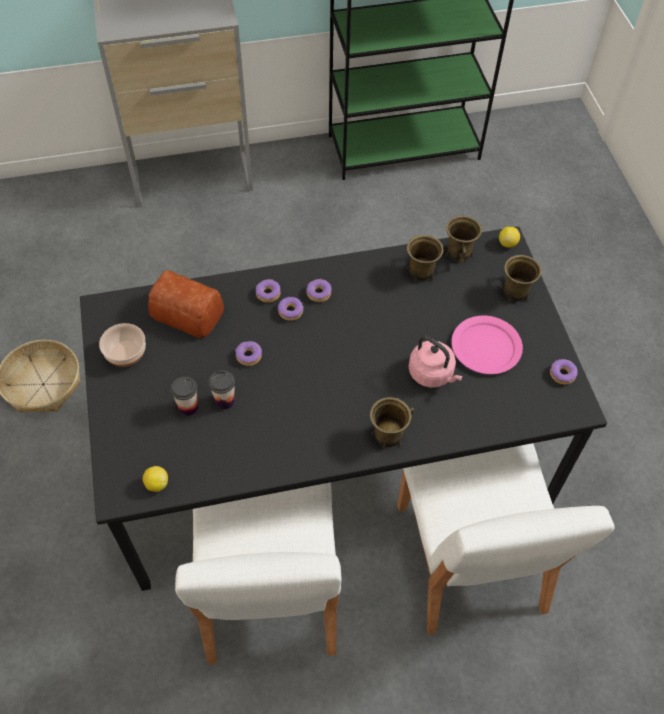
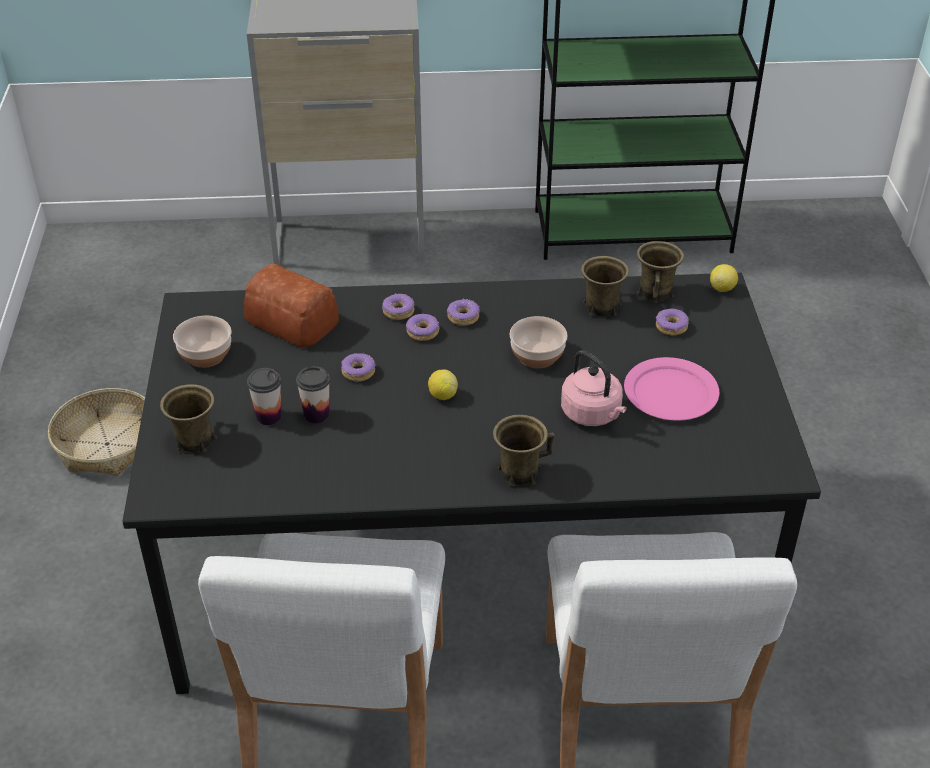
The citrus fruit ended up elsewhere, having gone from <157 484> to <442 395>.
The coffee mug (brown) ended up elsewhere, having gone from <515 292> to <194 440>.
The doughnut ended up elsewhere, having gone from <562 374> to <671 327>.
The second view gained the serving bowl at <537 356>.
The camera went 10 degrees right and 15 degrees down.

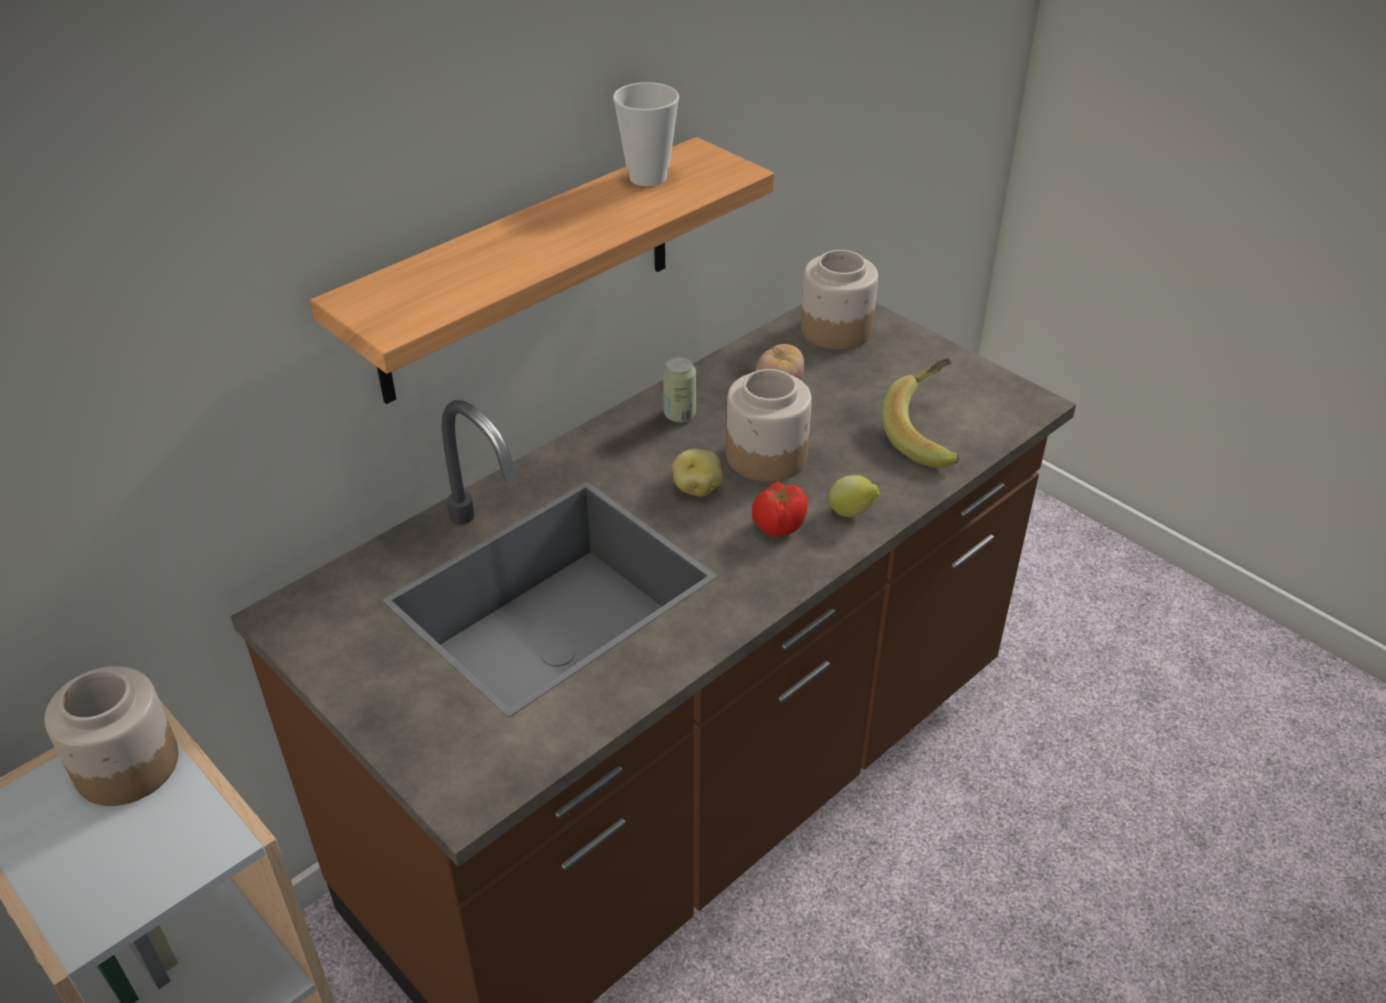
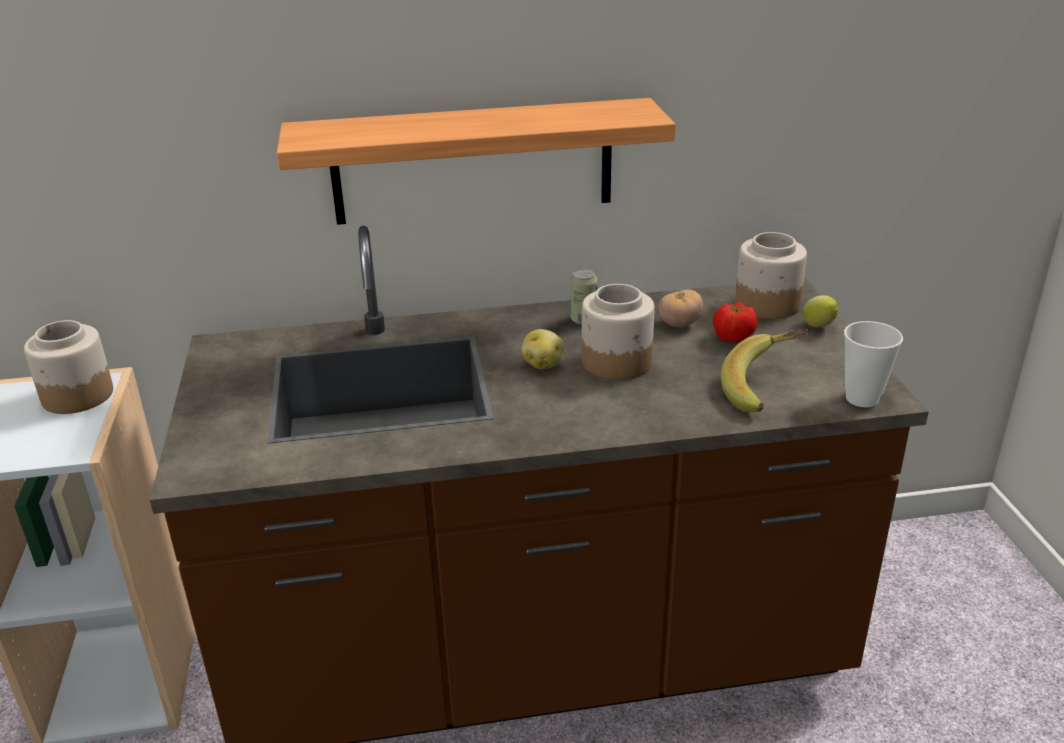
The cup ended up elsewhere, having gone from <648 177> to <862 398>.
The whole tomato ended up elsewhere, having gone from <778 526> to <733 338>.
The citrus fruit ended up elsewhere, having gone from <852 513> to <819 327>.
The camera went 35 degrees right and 10 degrees down.

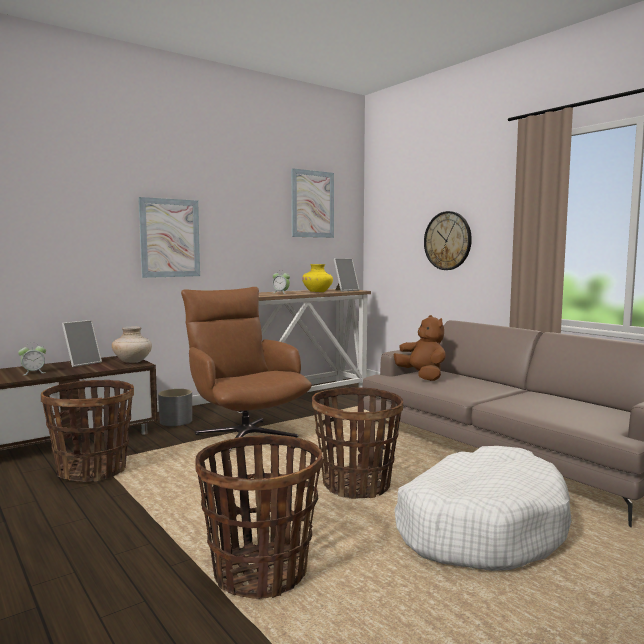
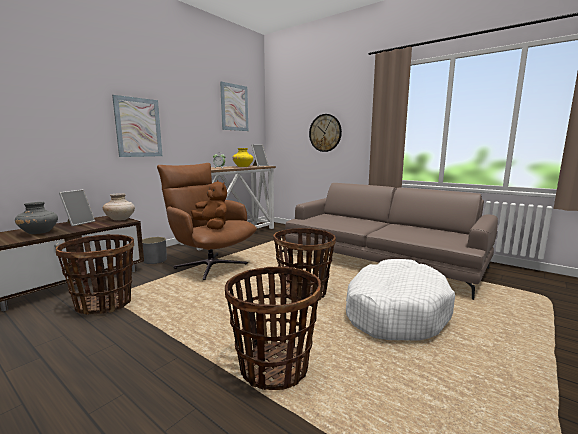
Where the bedside clock stood at <33 373>, the vase (gray) came to stand at <39 233>.
The soft toy (brown) ended up elsewhere, having gone from <422 377> to <212 226>.
The camera went 15 degrees left and 5 degrees up.

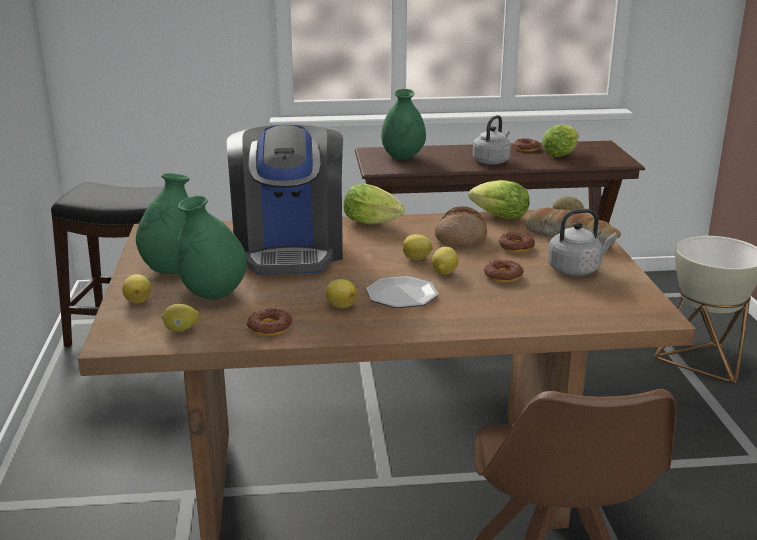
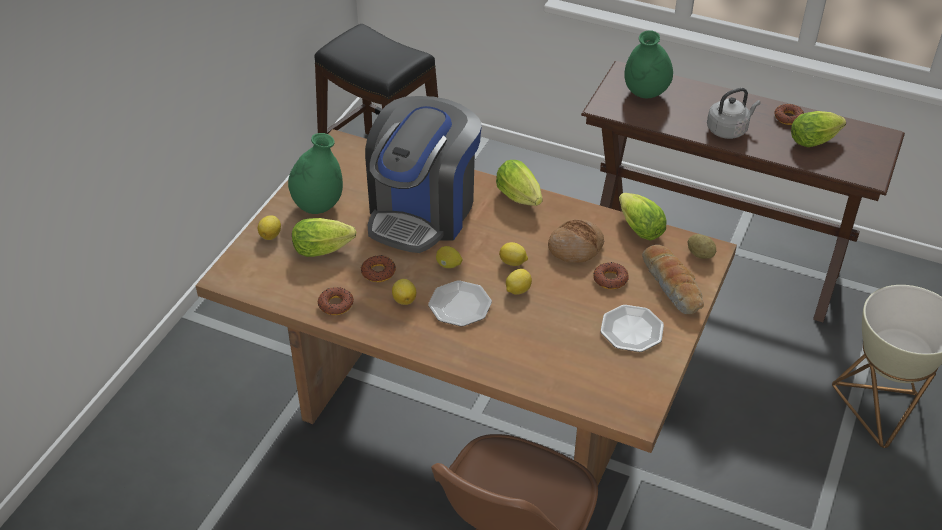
The citrus fruit ended up elsewhere, having gone from <181 330> to <448 265>.
Where the vase (greenish) stood at <214 295>, the lettuce came to stand at <326 249>.
The doughnut ended up elsewhere, having gone from <503 276> to <378 272>.
Where the kettle (gray) stood at <576 269>, the plate came to stand at <632 330>.
The camera went 30 degrees right and 20 degrees up.

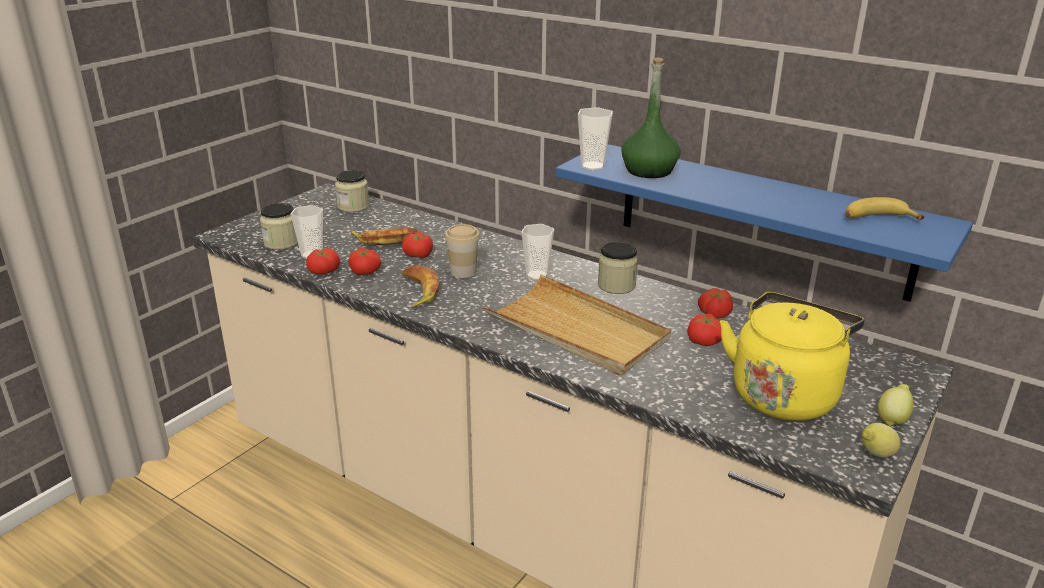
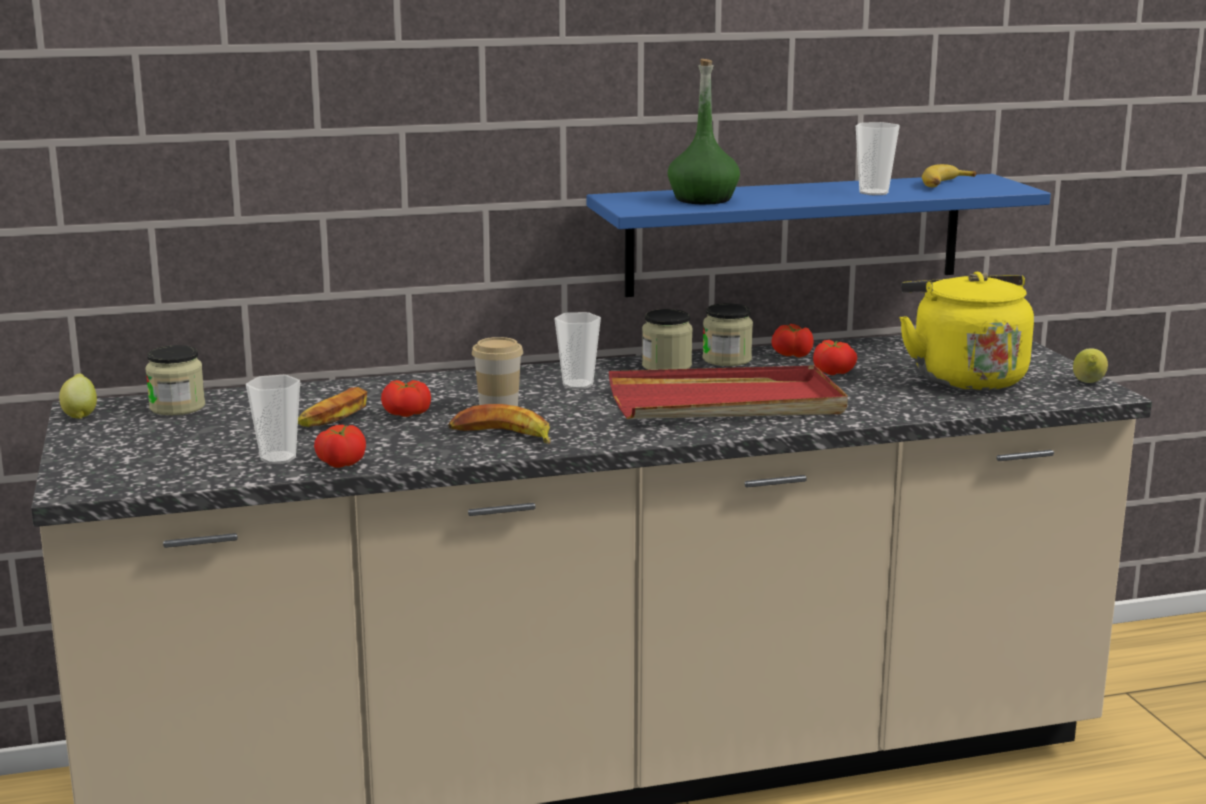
The preserve jar ended up elsewhere, having gone from <281 243> to <727 359>.
The second view lost the whole tomato at <365 271>.
What was the tray (sand-coloured) at <577 330> turned into the tray (reddish) at <727 403>.
The cup ended up elsewhere, having gone from <592 166> to <873 192>.
The citrus fruit ended up elsewhere, having gone from <892 419> to <80 415>.
The camera went 50 degrees left and 10 degrees down.

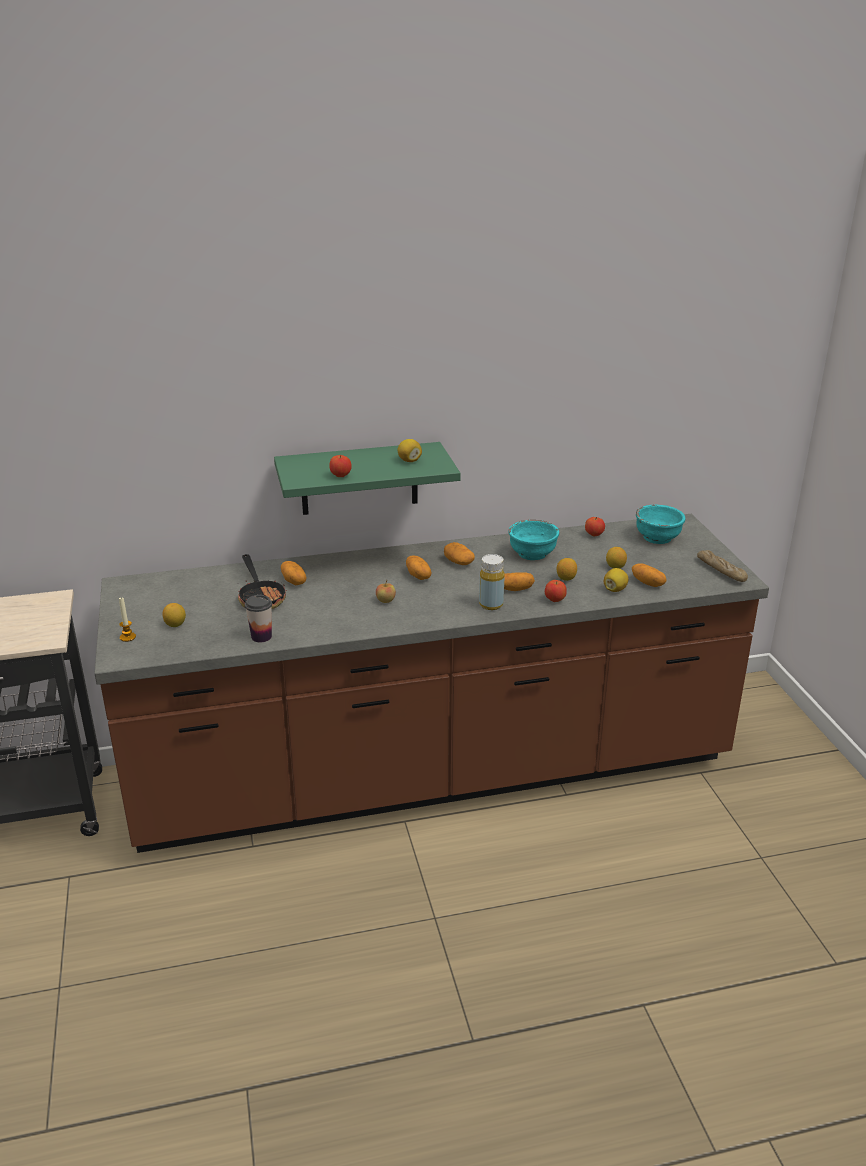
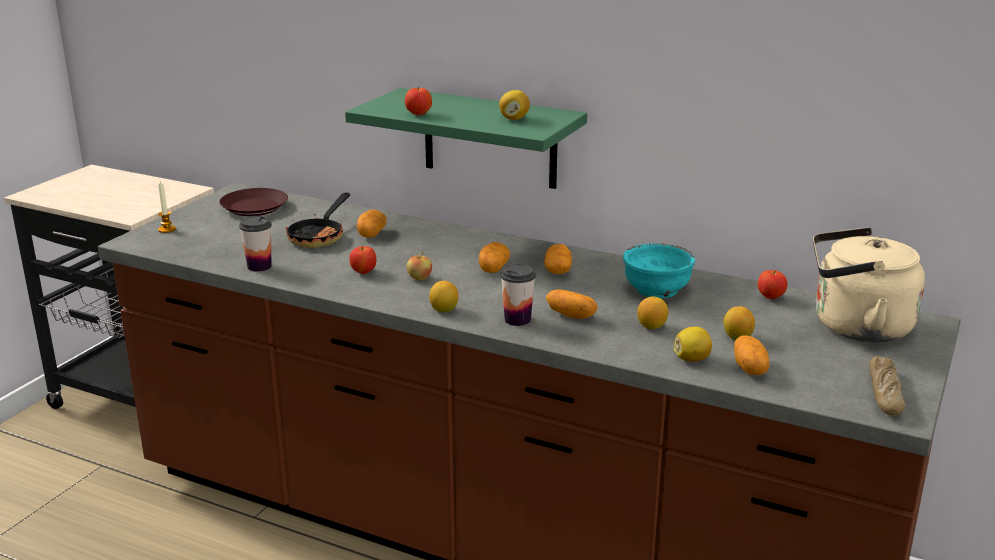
The citrus fruit ended up elsewhere, having gone from <175 625> to <444 310>.
Where the beverage bottle (yellow) stood at <491 604>, the cup came to stand at <517 320>.
The apple fruit ended up elsewhere, having gone from <555 600> to <363 272>.
Where the serving bowl (turquoise-coloured) stood at <657 537>, the kettle (sand-coloured) came to stand at <855 327>.
The second view gained the plate (brown) at <254 207>.
The camera went 40 degrees right and 5 degrees down.

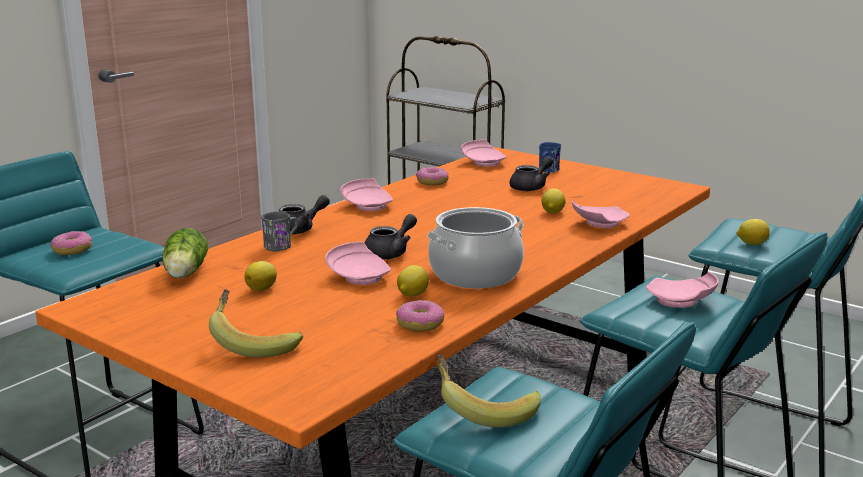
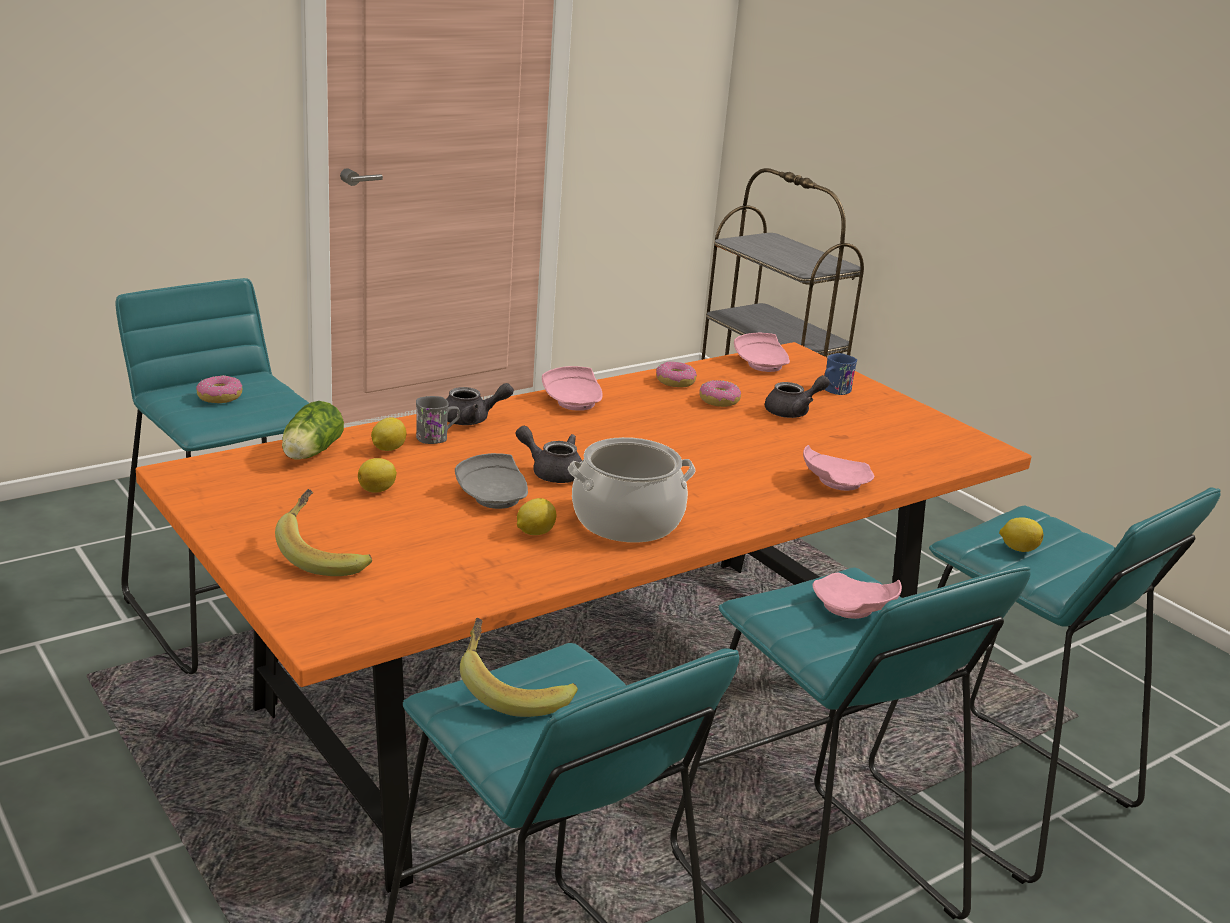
What was the plate (pinkish) at <360 276> turned into the plate (gray) at <494 496>.
The pot for tea (gray) at <390 253> ended up facing another way, 120 degrees counterclockwise from before.
The doughnut ended up elsewhere, having gone from <420 324> to <719 401>.
The citrus fruit ended up elsewhere, having gone from <552 212> to <387 449>.
The camera went 15 degrees right and 5 degrees up.

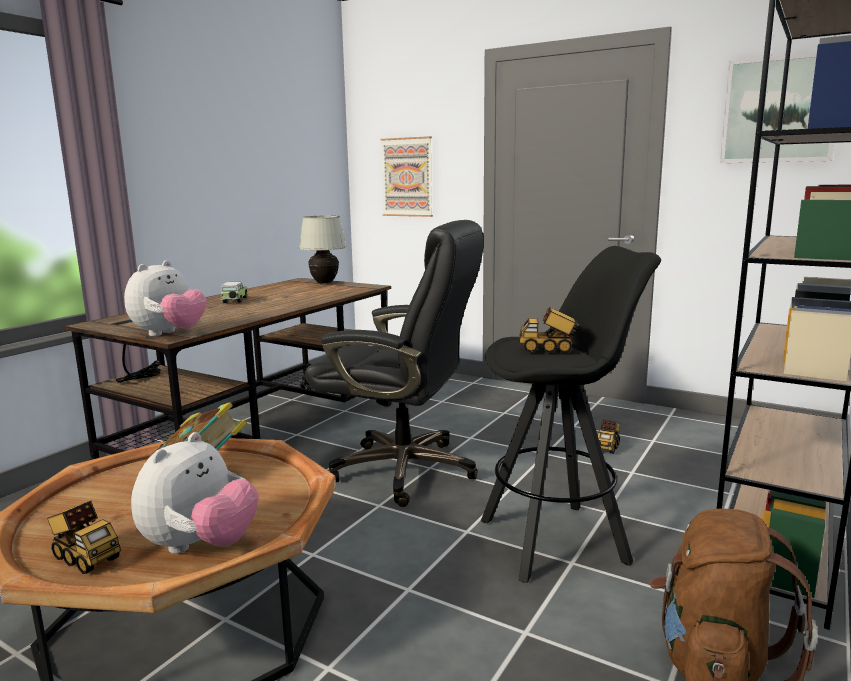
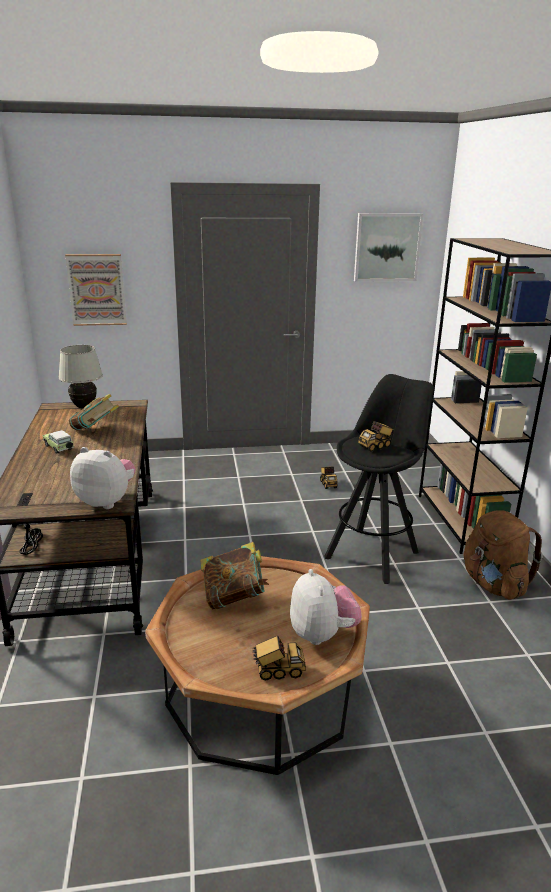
The soft toy at <169 334> ended up facing another way, 60 degrees counterclockwise from before.
The second view lost the office chair (black-coloured) at <400 470>.
The second view gained the volume at <95 431>.
The camera went 40 degrees left and 10 degrees up.

